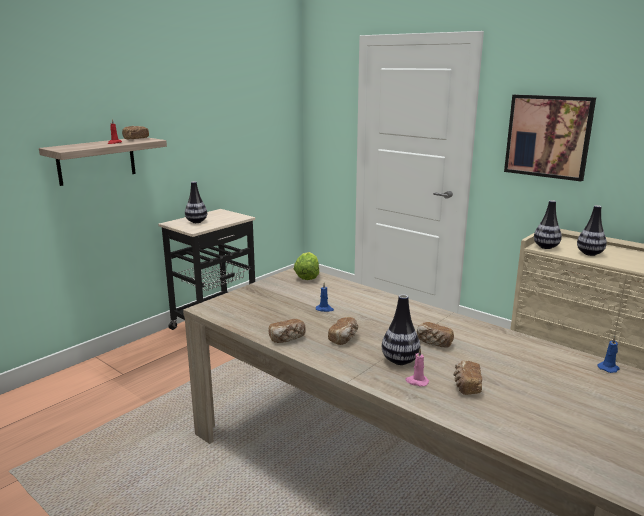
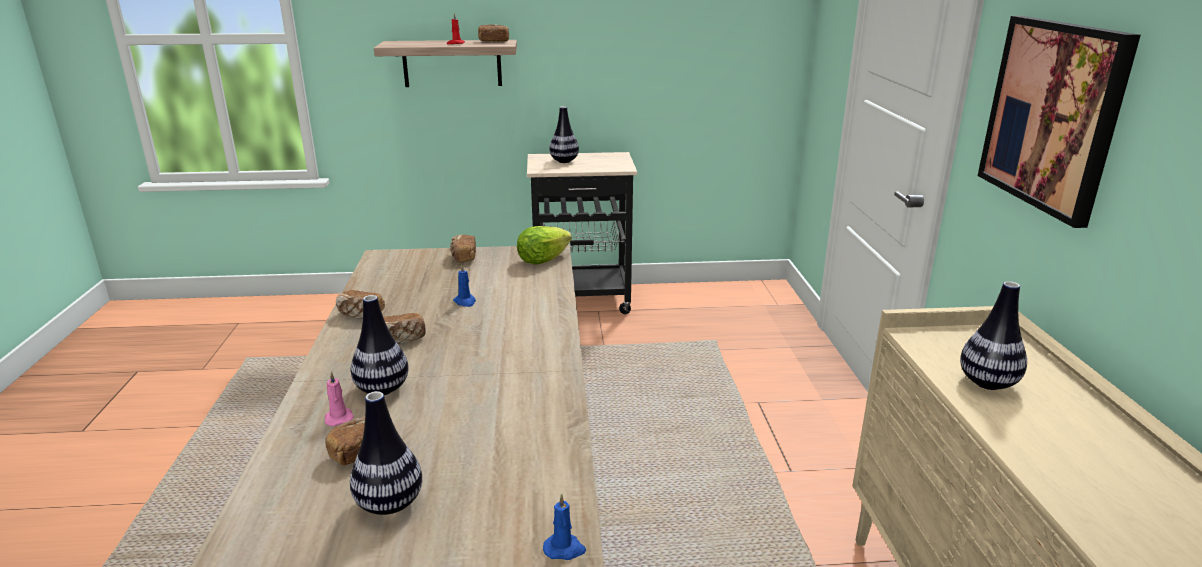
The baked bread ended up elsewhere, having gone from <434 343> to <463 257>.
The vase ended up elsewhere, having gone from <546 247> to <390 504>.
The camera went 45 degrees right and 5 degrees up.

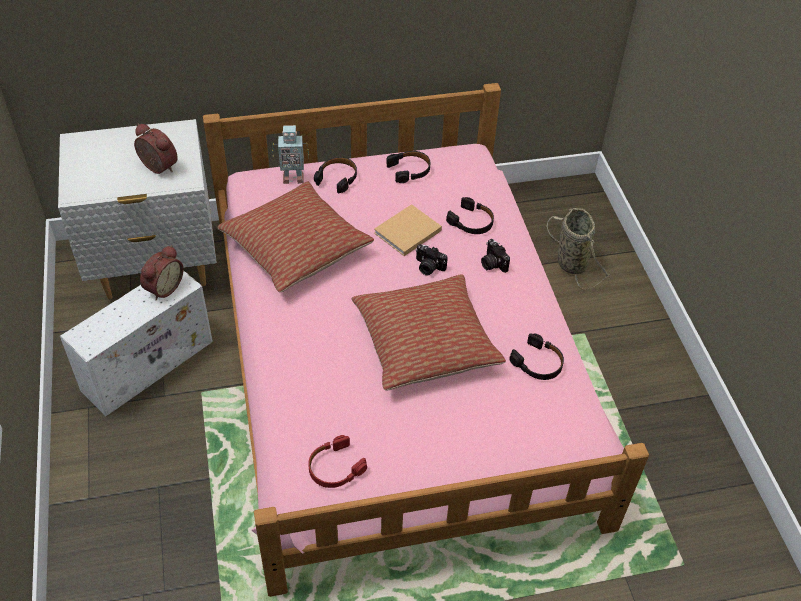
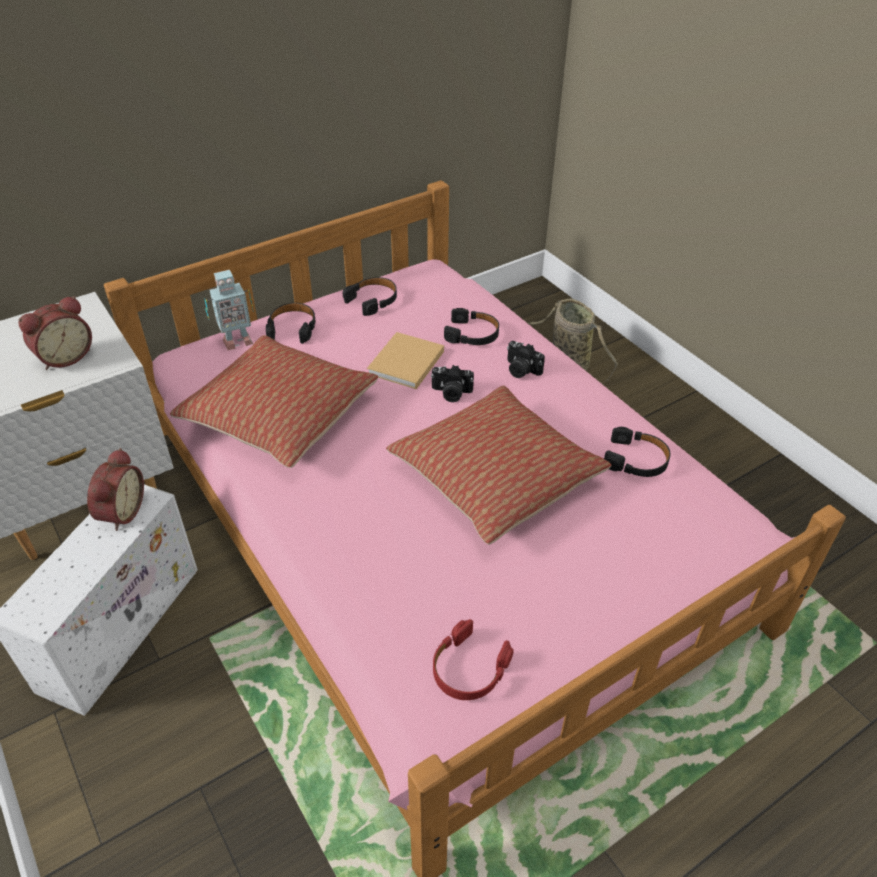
The bedside clock at <157 168> ended up facing another way, 120 degrees clockwise from before.
The camera went 20 degrees left and 5 degrees down.

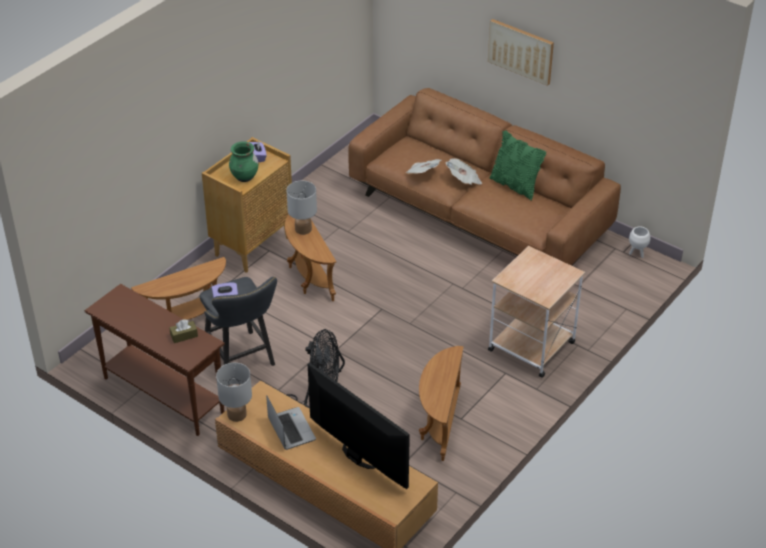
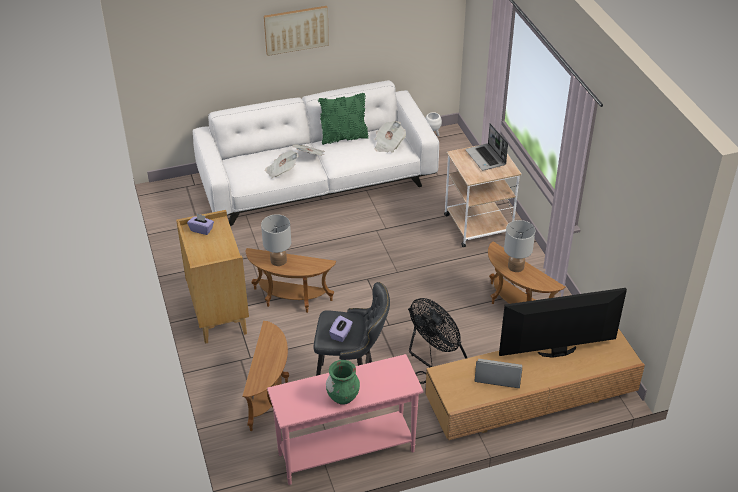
What was the hall table (brown) at <162 396> turned into the hall table (pinkish) at <346 454>.
The second view lost the box of tissues (brown) at <184 336>.
The table lamp (gray) ended up elsewhere, having gone from <237 414> to <516 266>.
The vase (greenish) ended up elsewhere, having gone from <244 177> to <343 397>.
What was the sofa (brown) at <480 214> turned into the sofa (whitish) at <316 181>.
The second view gained the daily paper at <388 144>.
The second view gained the laptop at <486 158>.
The camera went 55 degrees left and 0 degrees up.

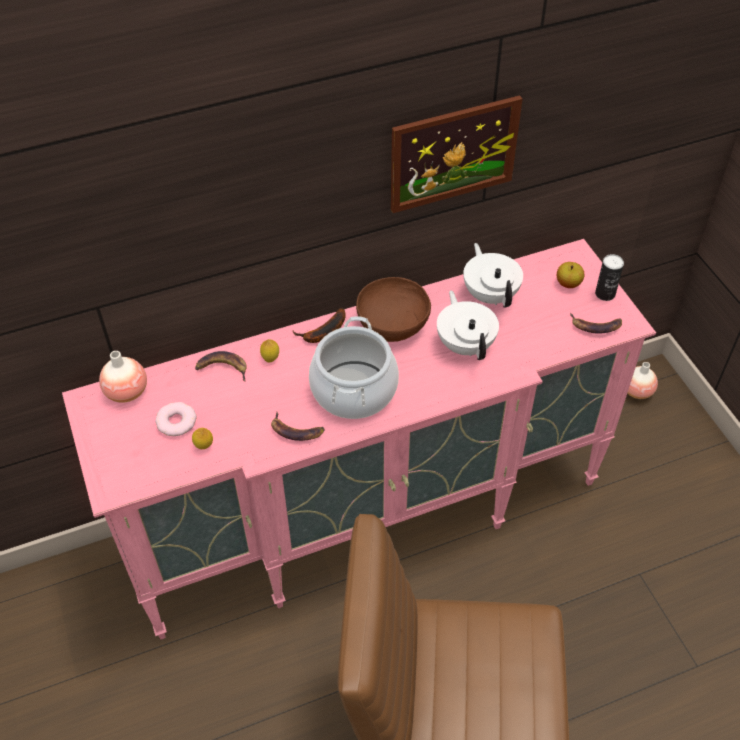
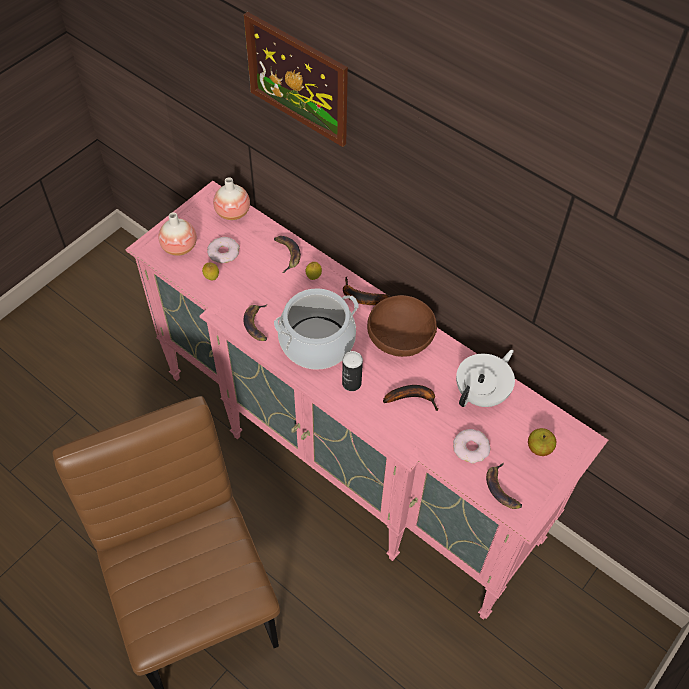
The wall picture ended up elsewhere, having gone from <453 153> to <297 79>.
Where the pot for tea (whitish) stood at <465 344>, the banana came to stand at <413 398>.
The can ended up elsewhere, having gone from <605 294> to <351 383>.
The vase ended up elsewhere, having gone from <637 391> to <179 247>.
The second view gained the doughnut at <471 448>.
The camera went 60 degrees right and 5 degrees up.

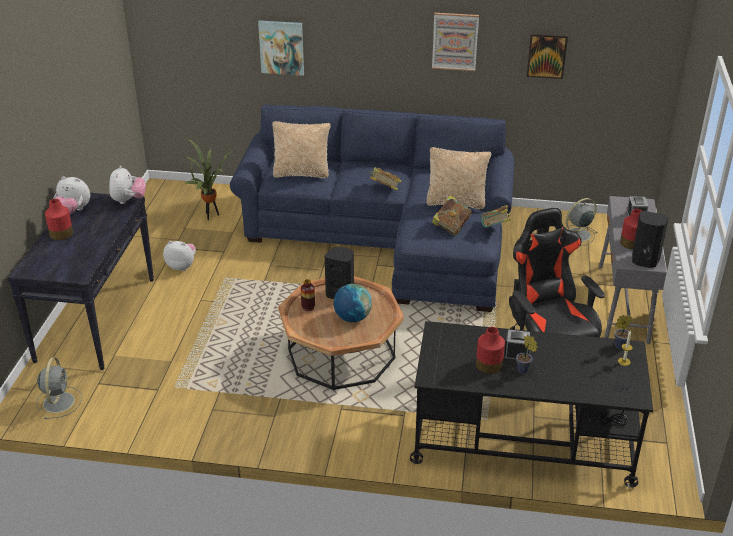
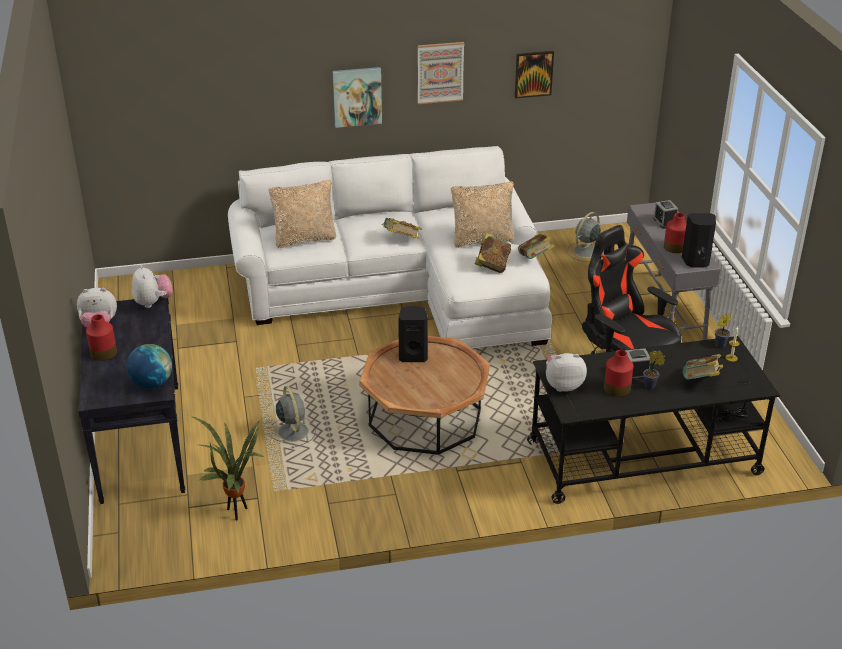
The fan (gray) ended up elsewhere, having gone from <59 401> to <292 431>.
The soft toy ended up elsewhere, having gone from <182 266> to <563 385>.
The houseplant ended up elsewhere, having gone from <211 215> to <236 511>.
What was the sofa (blue) at <390 237> turned into the sofa (whitish) at <403 290>.
The wall picture ended up elsewhere, having gone from <281 47> to <357 96>.
The second view lost the vase at <308 307>.
The globe ended up elsewhere, having gone from <352 318> to <152 383>.
The second view gained the volume at <700 381>.
The camera went 20 degrees left and 0 degrees up.

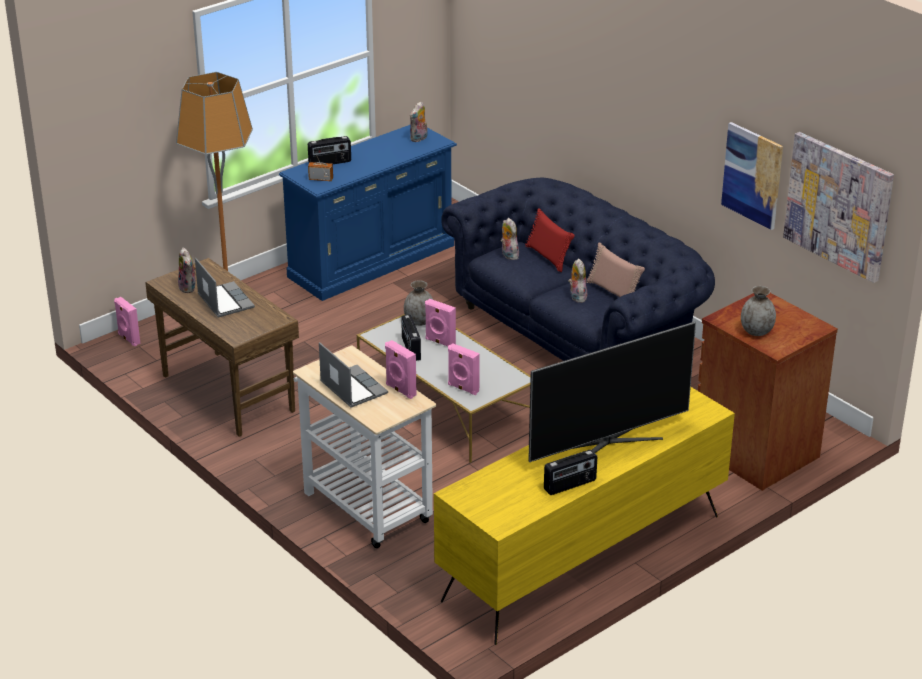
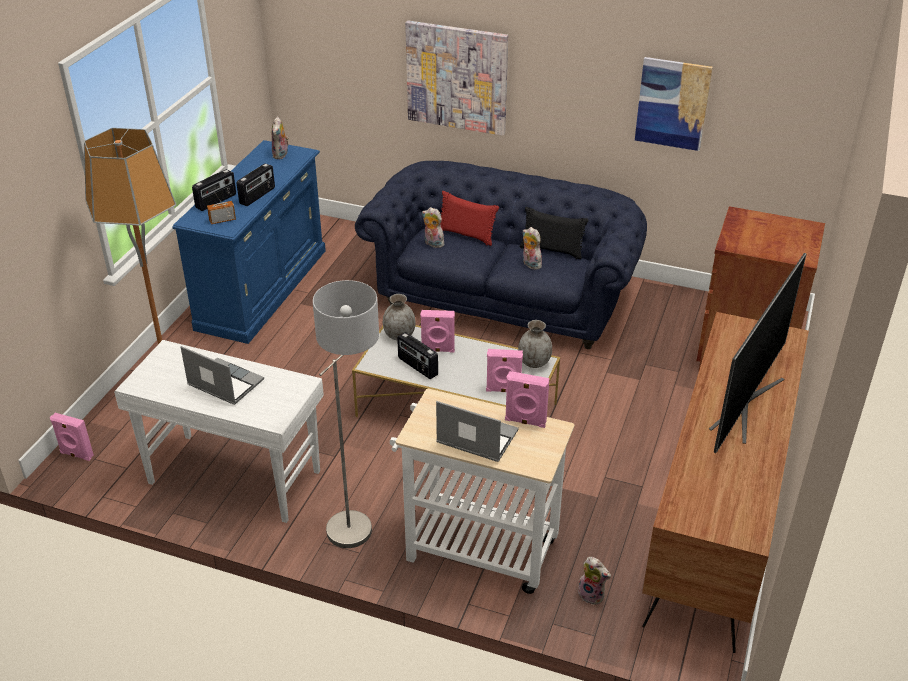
What was the hall table (brown) at <227 393> turned into the hall table (whitish) at <233 478>.
The soft toy ended up elsewhere, having gone from <189 288> to <592 595>.
What was the tv unit (yellow) at <583 558> turned into the tv unit (brown) at <717 520>.
The radio receiver ended up elsewhere, having gone from <570 485> to <258 196>.
What was the cushion (sand-coloured) at <614 292> turned into the cushion (black-coloured) at <552 250>.
The vase (gray) ended up elsewhere, having gone from <756 331> to <534 362>.
The wall picture ended up elsewhere, having gone from <839 205> to <457 77>.
The second view gained the standard lamp (gray) at <357 522>.
The camera went 30 degrees left and 5 degrees up.

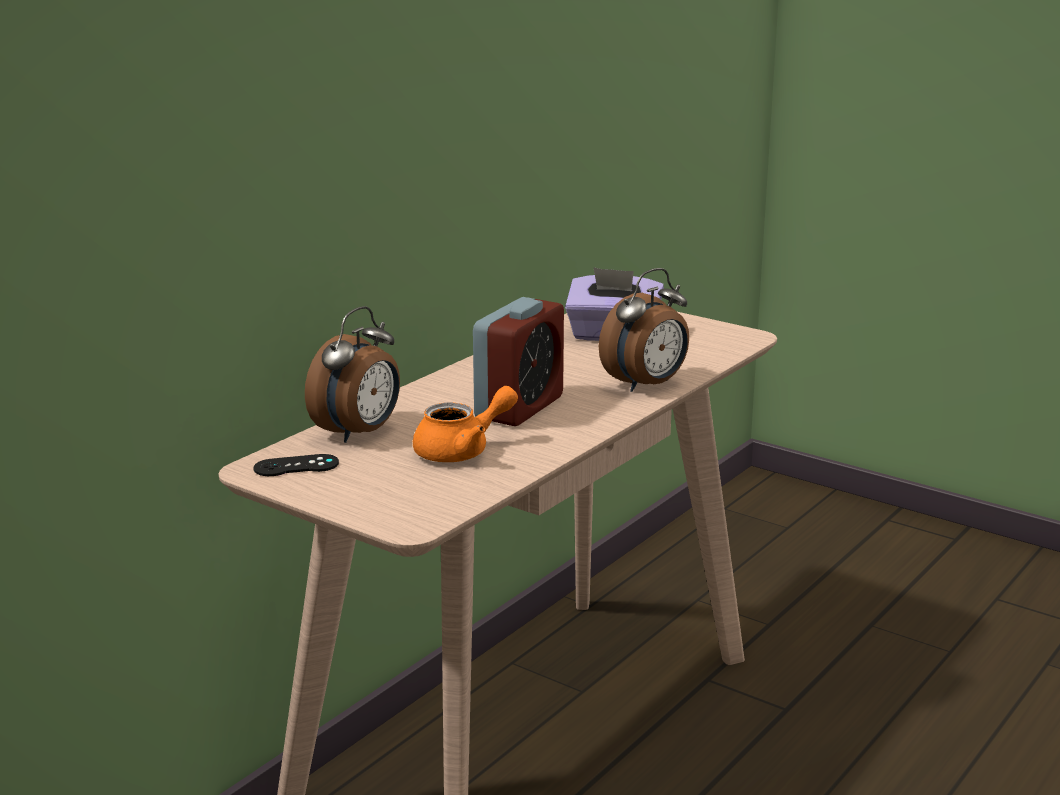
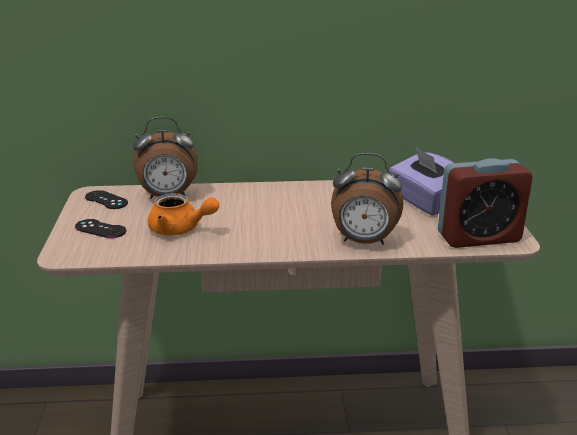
The bedside clock ended up elsewhere, having gone from <519 408> to <478 237>.
The second view gained the joypad (black-coloured) at <100 229>.
The camera went 50 degrees right and 5 degrees up.

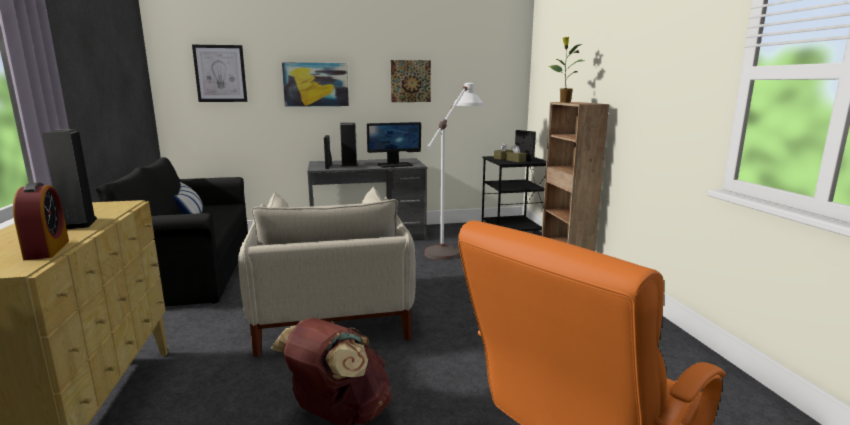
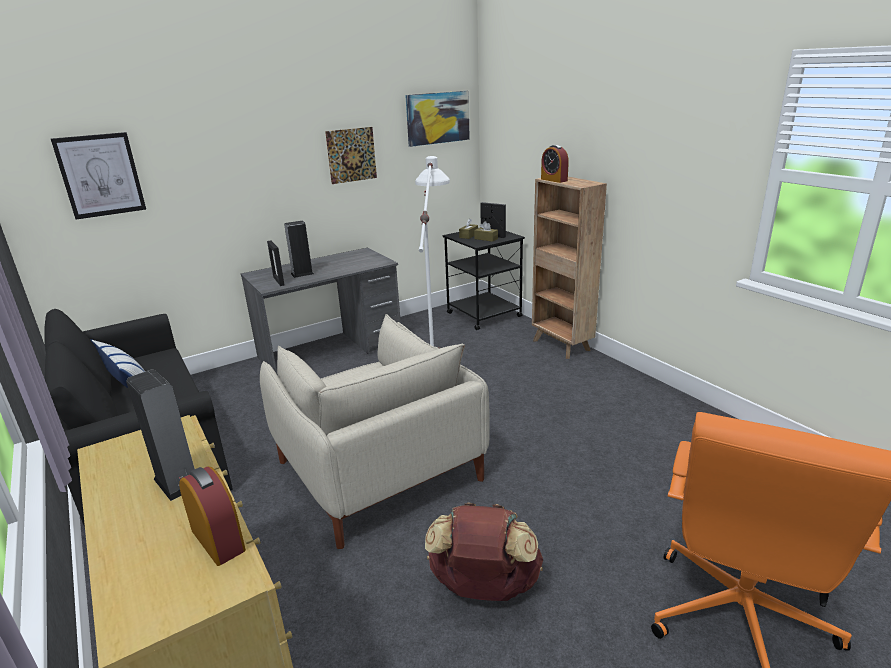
The wall picture ended up elsewhere, having gone from <316 84> to <437 118>.
The second view lost the computer display at <395 165>.
Where the houseplant stood at <564 102>, the bedside clock came to stand at <554 180>.
The camera went 20 degrees left and 10 degrees up.

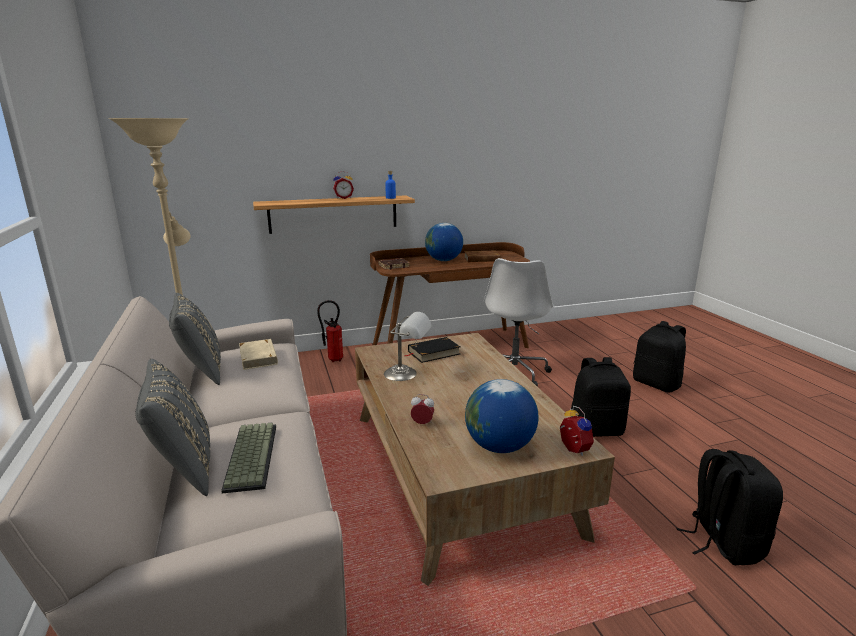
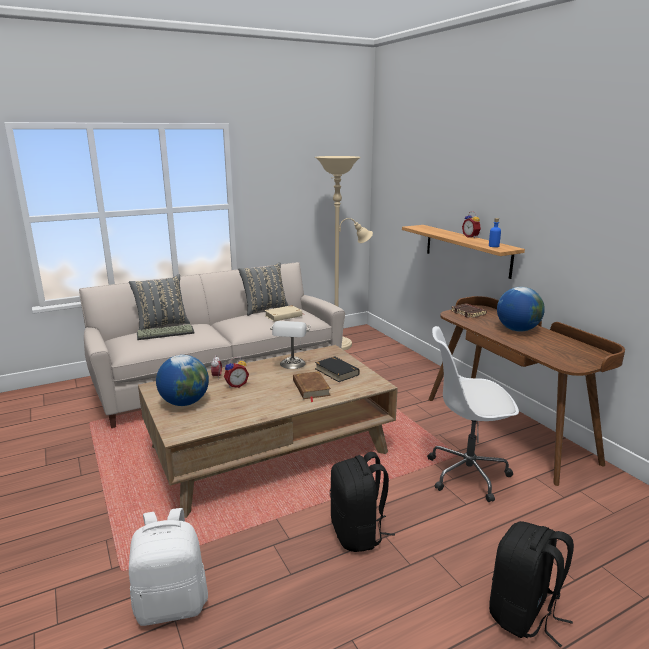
The second view lost the fire extinguisher at <333 360>.
The volume (brown) ended up elsewhere, having gone from <482 259> to <311 388>.
The bedside clock ended up elsewhere, having gone from <572 450> to <236 385>.
What was the backpack (black-coloured) at <722 542> turned into the backpack (whitish) at <172 604>.
The camera went 80 degrees right and 0 degrees up.

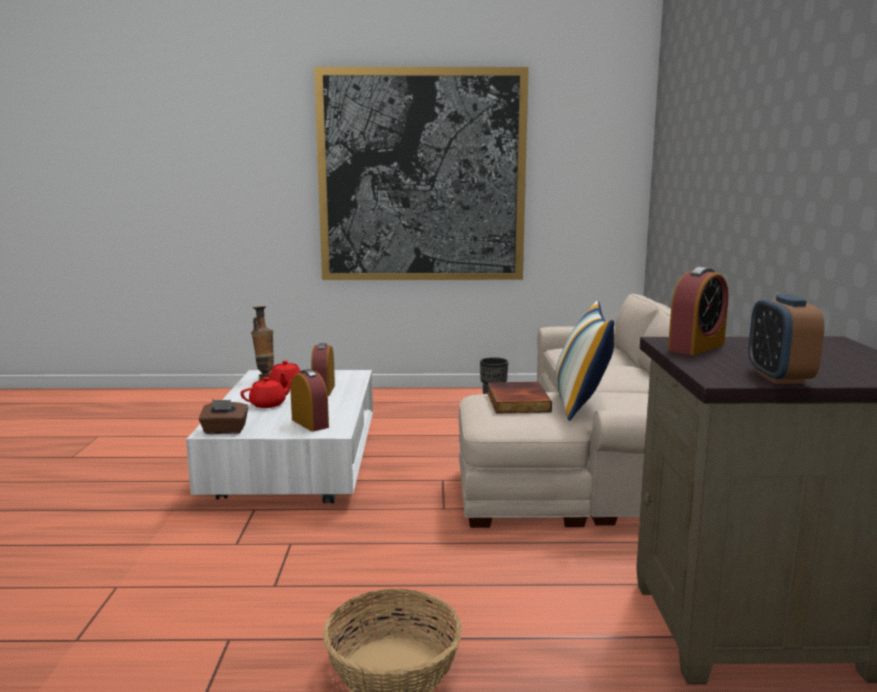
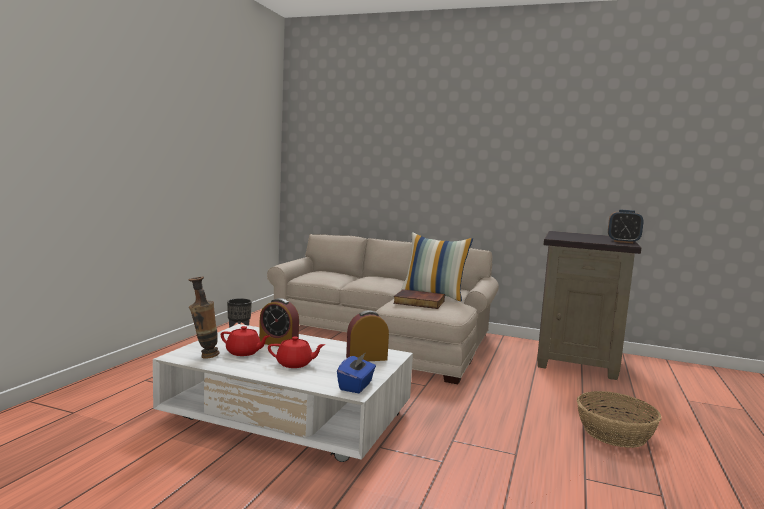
What was the box of tissues (brown) at <224 431> turned into the box of tissues (blue) at <356 386>.
The pot for tea (reddish) at <268 404> ended up facing another way, 105 degrees clockwise from before.
The second view lost the wall picture at <422 176>.
The second view lost the bedside clock at <696 347>.
The camera went 70 degrees left and 5 degrees down.

